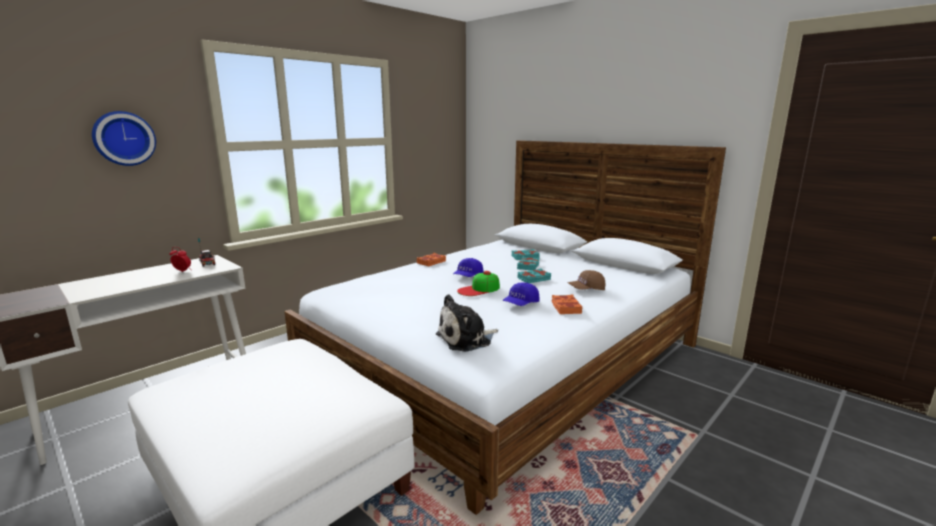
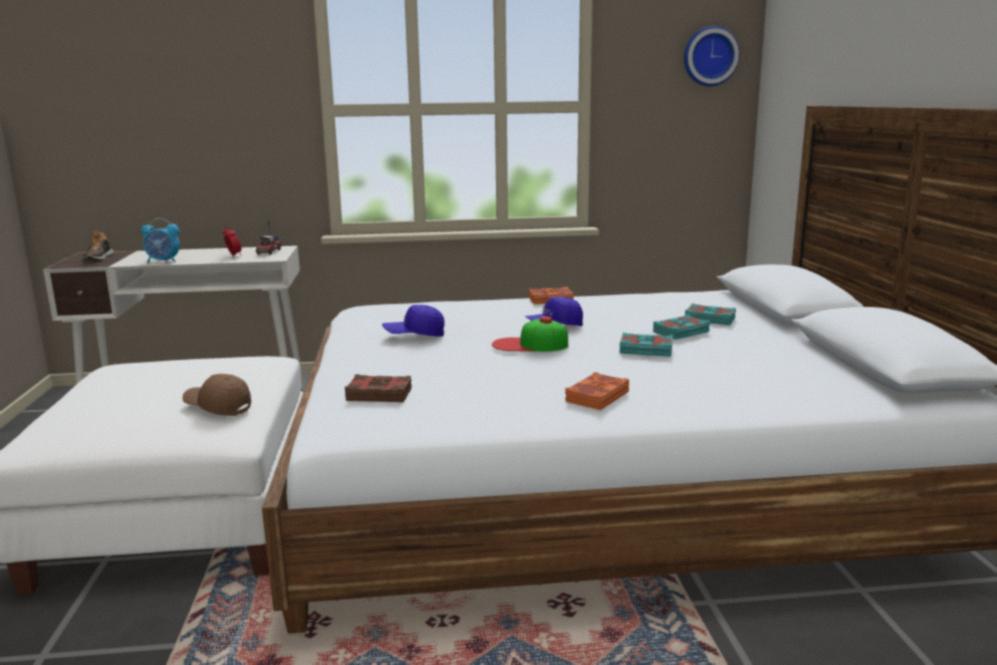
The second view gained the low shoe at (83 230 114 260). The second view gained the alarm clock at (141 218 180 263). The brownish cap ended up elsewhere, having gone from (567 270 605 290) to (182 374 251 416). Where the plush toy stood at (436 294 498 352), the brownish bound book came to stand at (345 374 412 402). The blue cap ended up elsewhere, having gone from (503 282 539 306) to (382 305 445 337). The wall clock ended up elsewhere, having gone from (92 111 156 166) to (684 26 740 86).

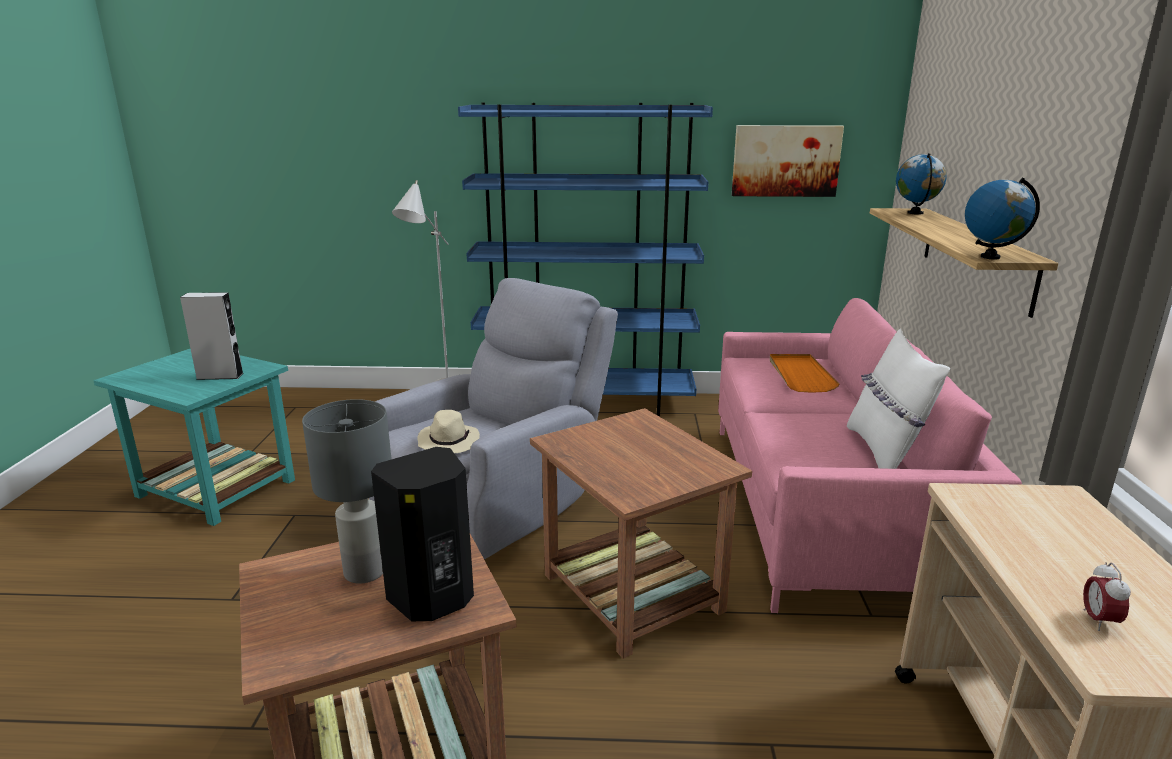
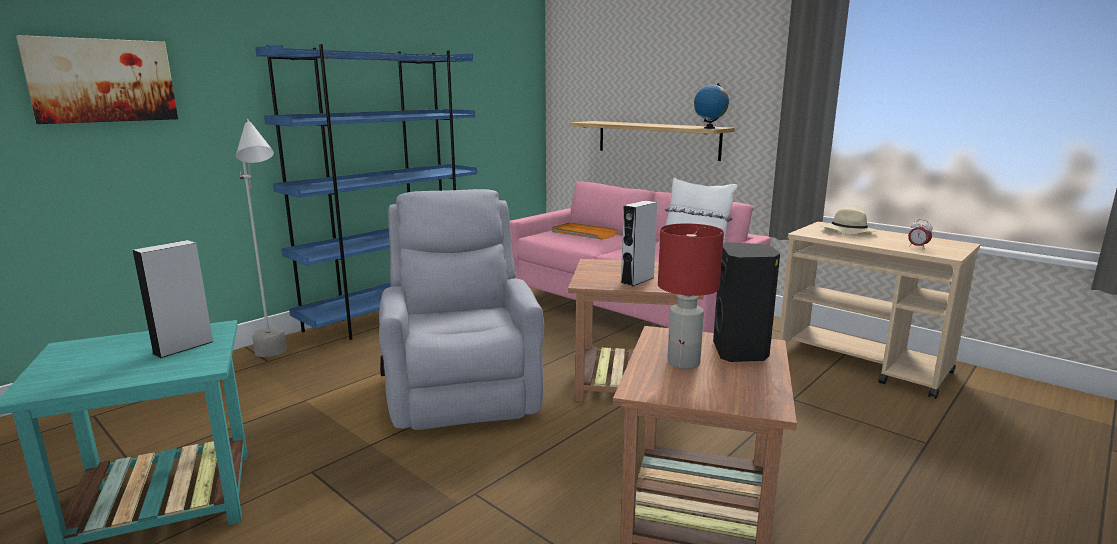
The picture ended up elsewhere, having gone from (732 125 844 197) to (16 35 178 124). The second view gained the grey audio speaker at (621 200 657 286). What was the grey lamp for a table at (302 399 392 584) turned into the red lamp for a table at (658 223 724 369). The sand-coloured wearable hat ended up elsewhere, having gone from (418 410 480 453) to (821 206 878 235). The second view lost the world globe at (896 153 946 214).

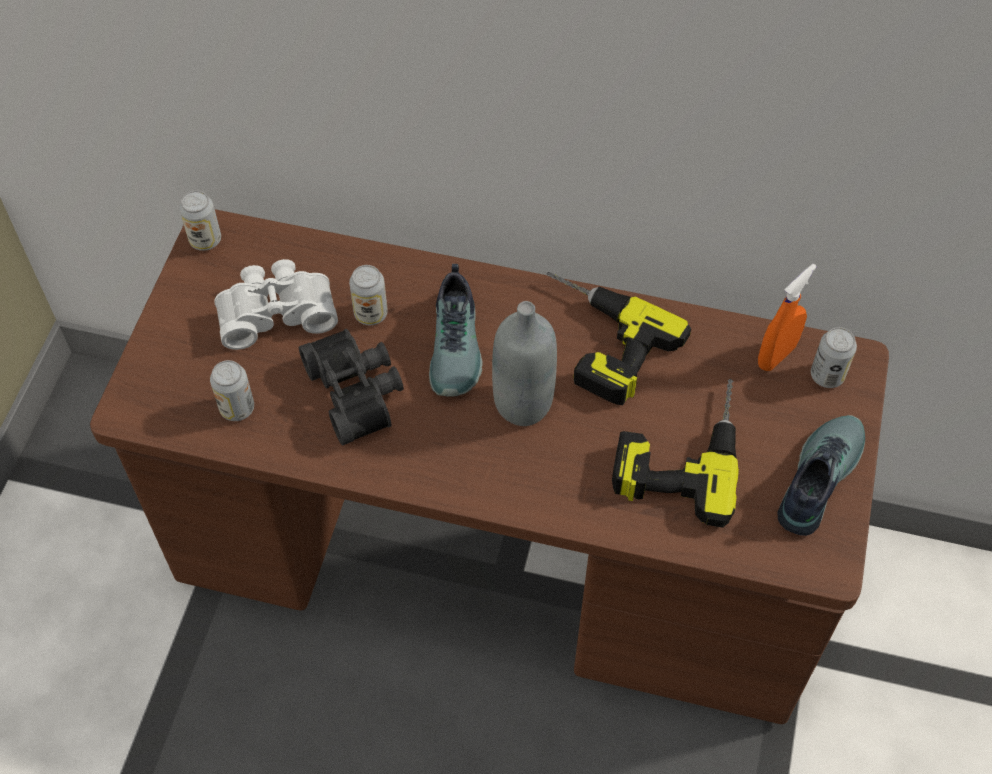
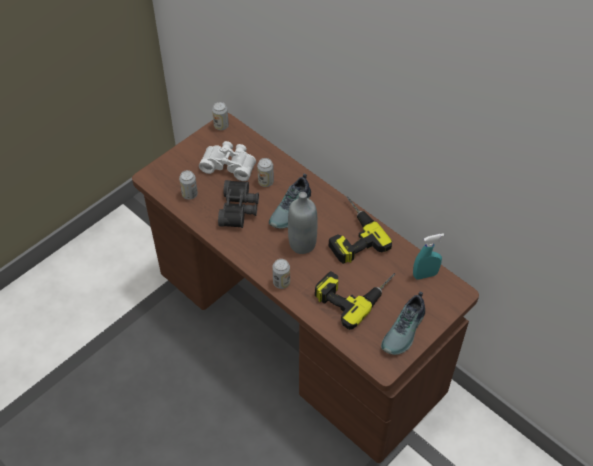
The metal can ended up elsewhere, having gone from (811 327 857 388) to (272 259 290 289). The low shoe at (777 415 865 536) ended up facing another way, 150 degrees clockwise from before. What was the orange sprayer at (758 264 817 371) turned into the turquoise sprayer at (413 233 444 280).

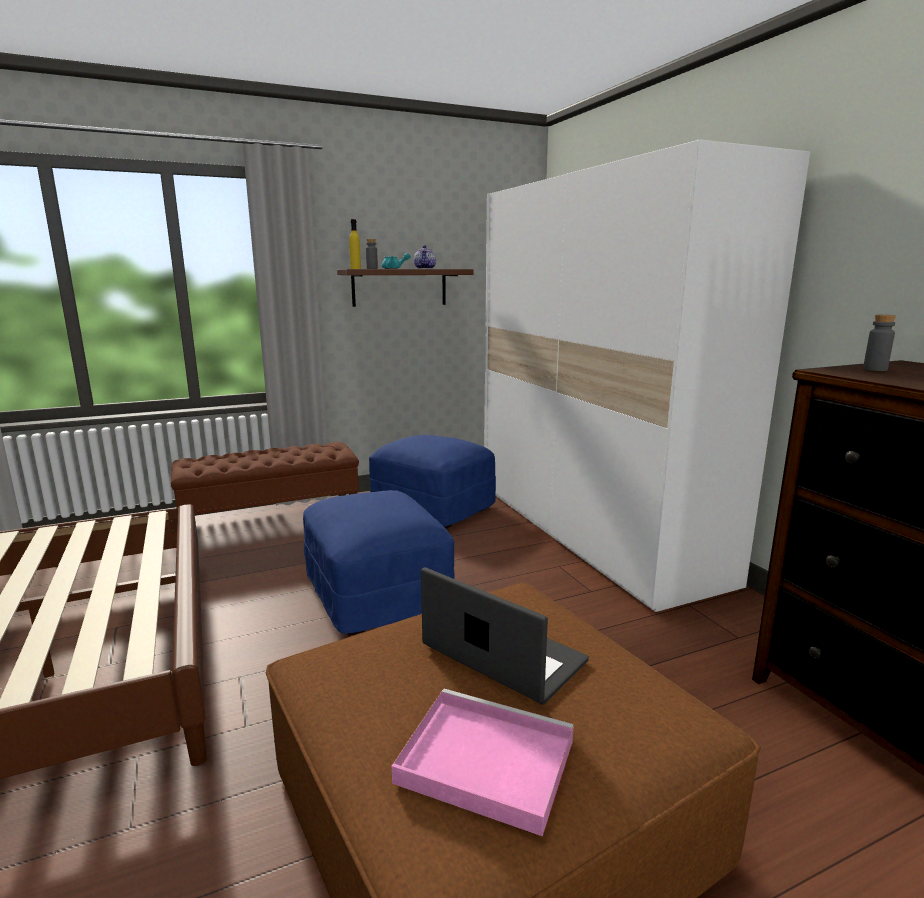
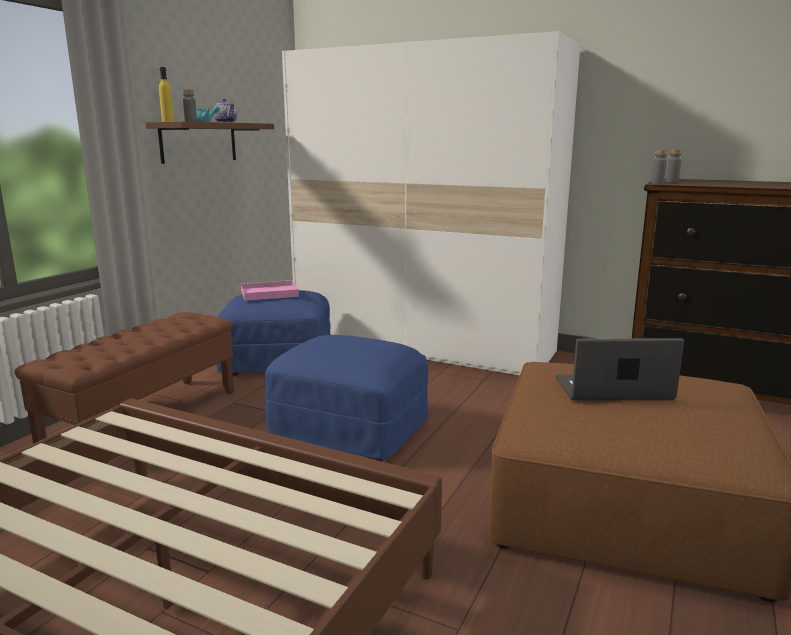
The pink-coloured serving tray ended up elsewhere, having gone from (391 689 574 836) to (241 280 299 301). The second view gained the grey beverage bottle at (651 150 667 184).

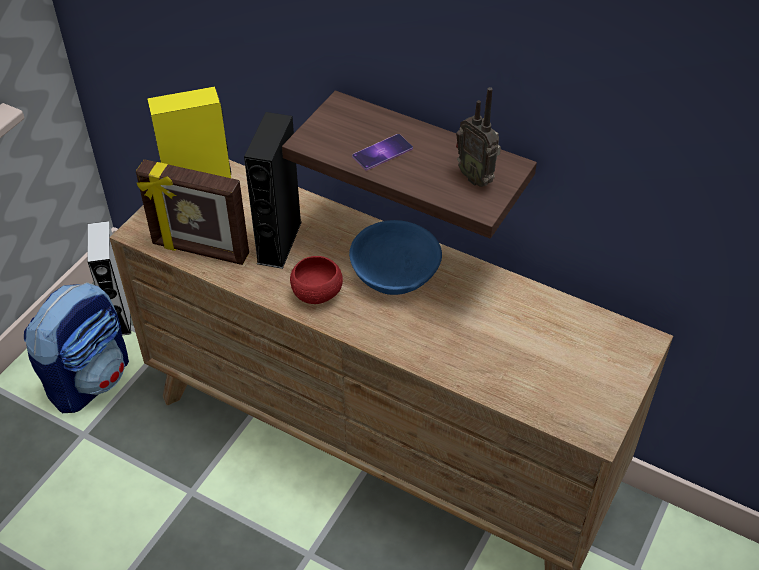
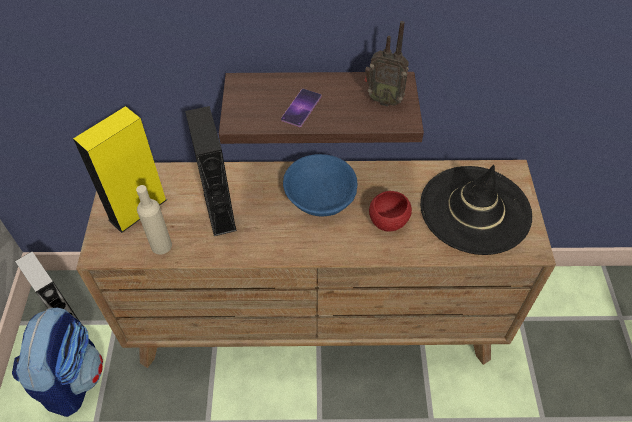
Where the picture frame stood at (136 159 249 265), the sand-coloured beverage bottle came to stand at (136 185 172 255). The red serving bowl ended up elsewhere, having gone from (290 256 343 304) to (369 191 412 232). The second view gained the blackish wearable hat at (420 165 532 255).

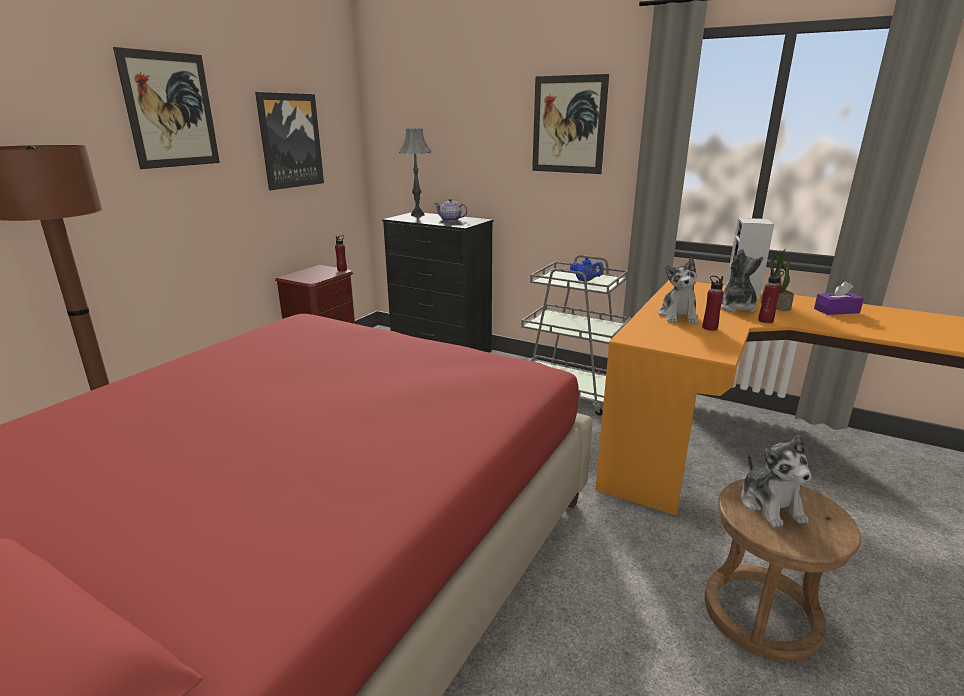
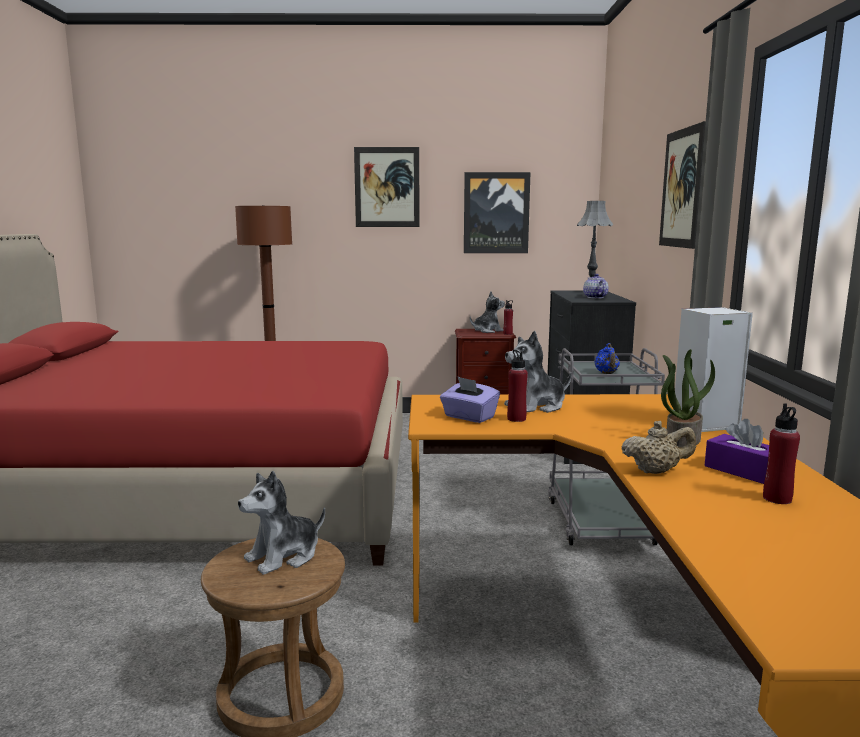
The second view gained the purplish tissue box at (440 376 500 423). The plush toy ended up elsewhere, having gone from (721 249 763 312) to (470 291 505 333). The second view gained the sand-coloured teapot at (622 421 696 474). The red beverage bottle ended up elsewhere, having gone from (758 270 784 323) to (763 403 800 504).

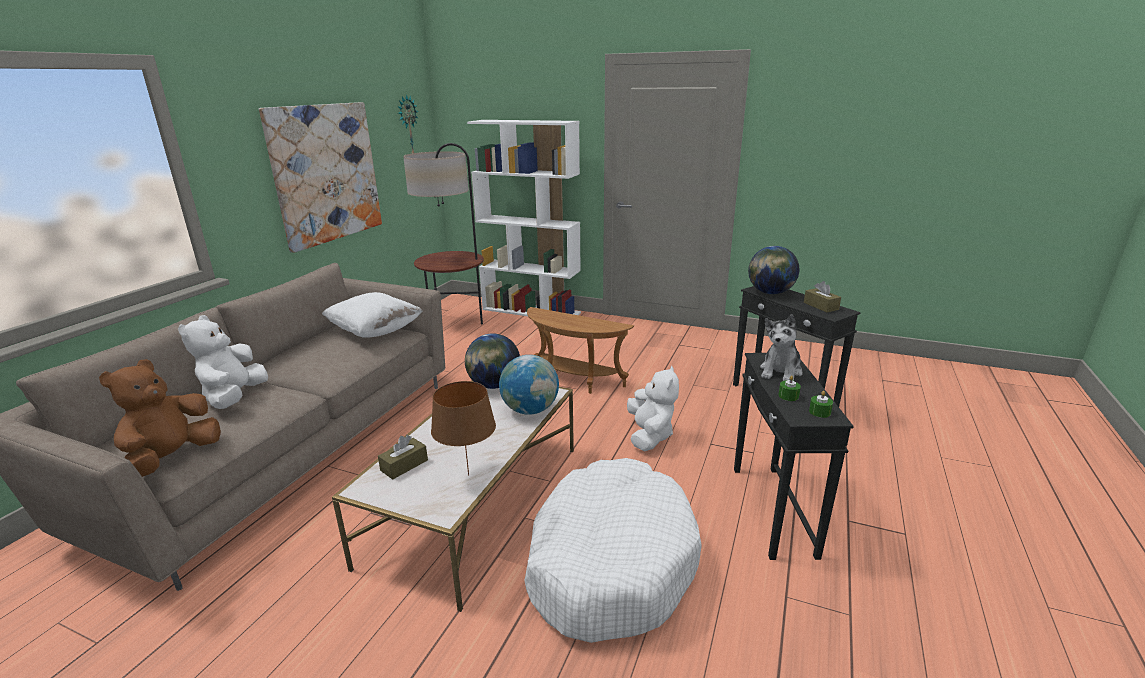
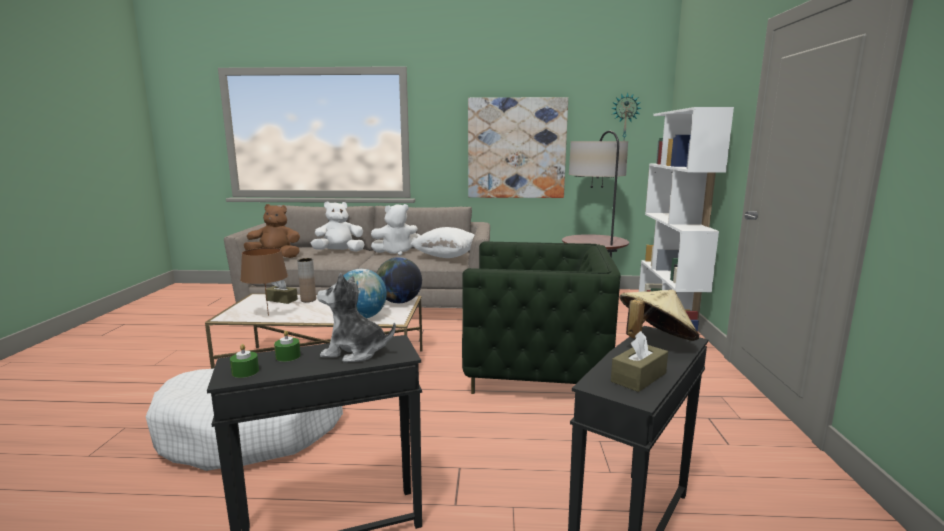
The second view gained the brownish vase at (297 258 316 302). The white plush toy ended up elsewhere, having gone from (627 366 679 451) to (371 204 421 256). Where the brownish end table stood at (527 307 634 394), the greenish lounge chair came to stand at (462 241 620 394). Where the world globe stood at (748 246 799 294), the sand-coloured wearable hat came to stand at (619 290 699 341).

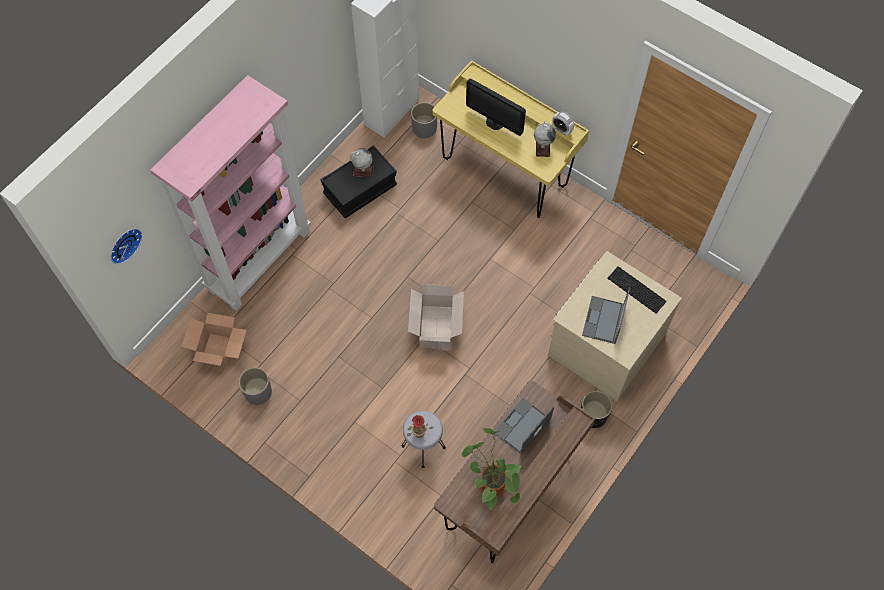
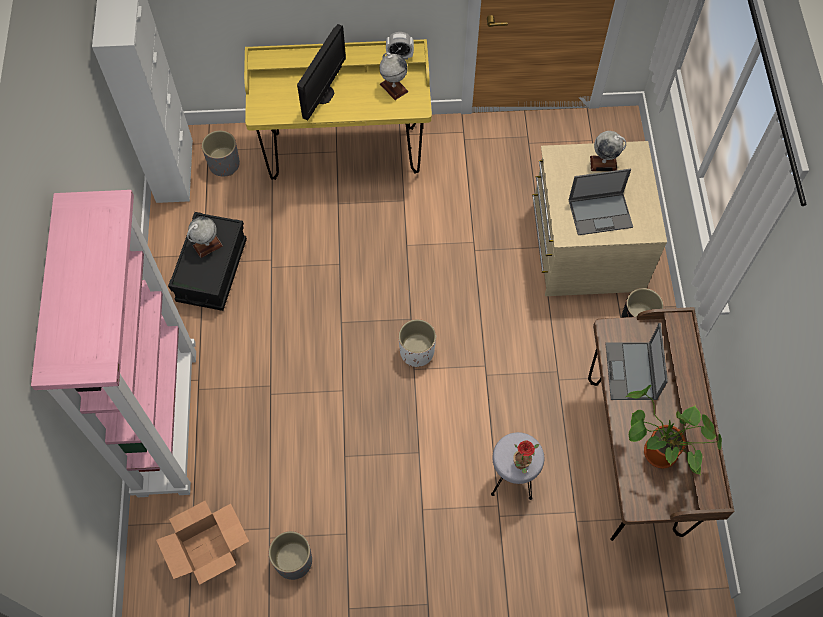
The computer display at (466 79 526 136) ended up facing another way, 60 degrees counterclockwise from before. Where the packing box stood at (408 284 464 349), the white plant pot came to stand at (398 319 436 367). The portable computer at (582 289 630 344) ended up facing another way, 75 degrees counterclockwise from before. Where the keyboard stood at (607 266 667 313), the world globe came to stand at (590 131 626 171). The second view lost the wall clock at (111 228 142 264).

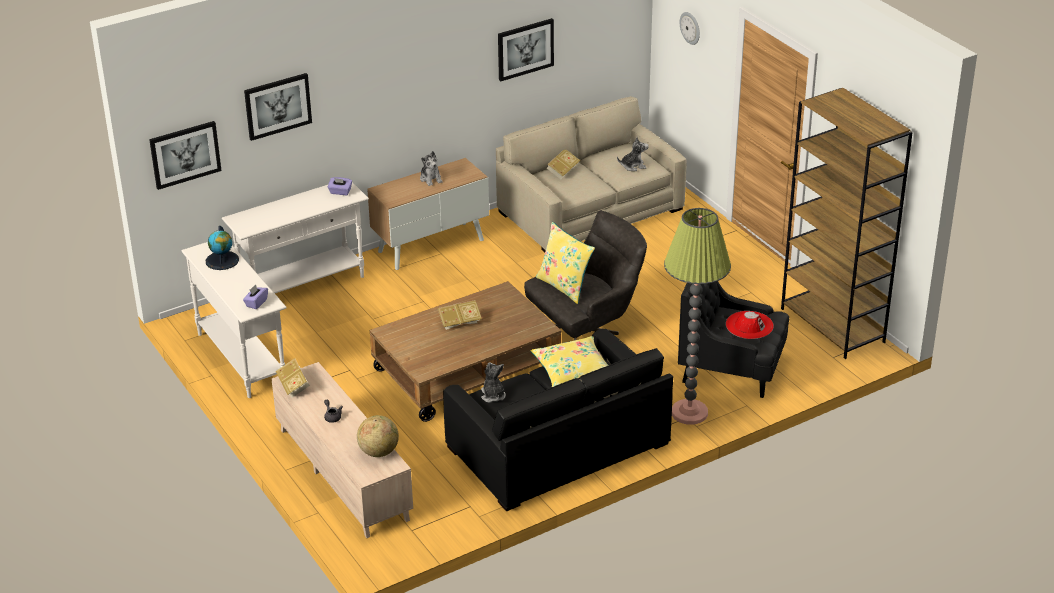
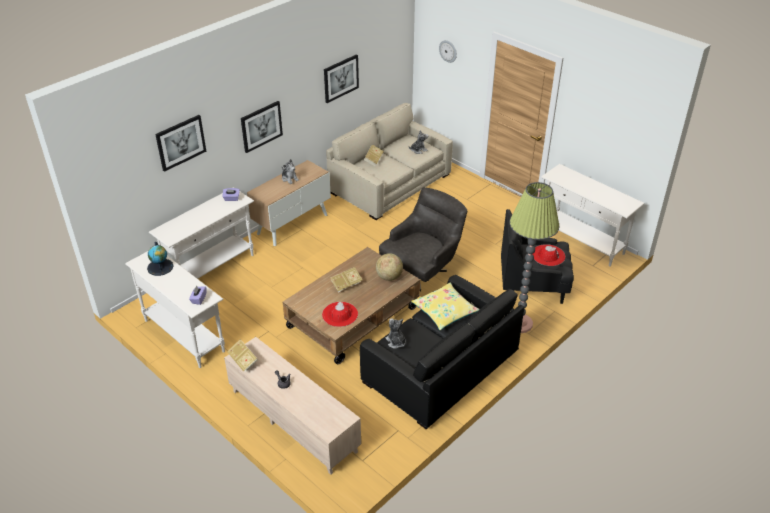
The picture ended up elsewhere, having gone from (149 121 222 190) to (241 101 283 153). The second view gained the red wearable hat at (322 302 358 327). The world globe ended up elsewhere, having gone from (357 415 399 457) to (376 253 403 281). Where the brownish bookshelf stood at (781 88 913 359), the white console table came to stand at (541 164 645 267). The second view lost the yellow-coloured cushion at (536 222 595 304).

